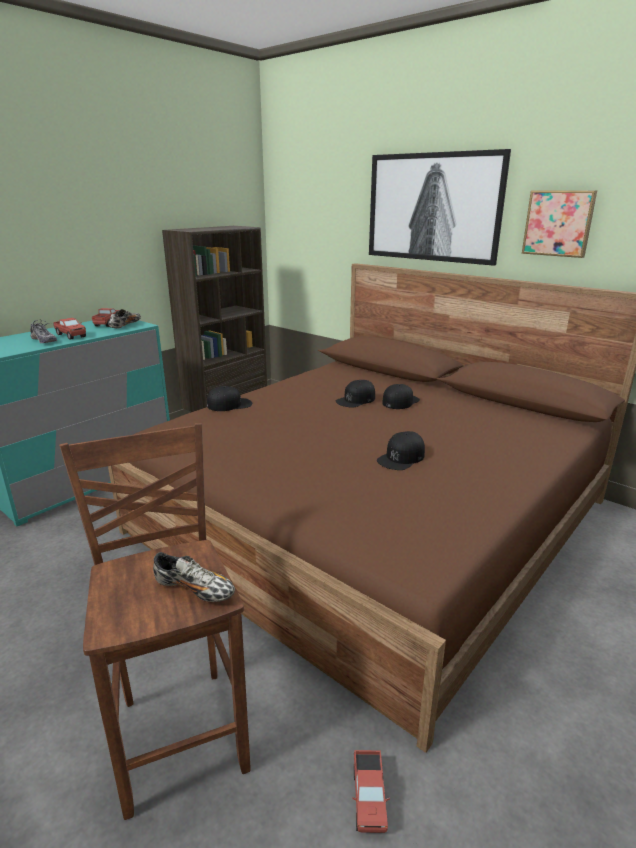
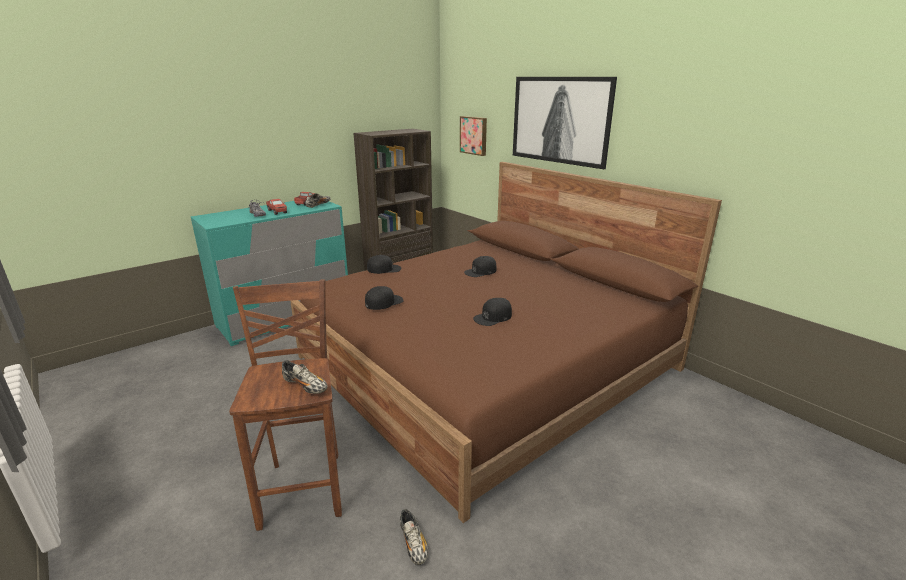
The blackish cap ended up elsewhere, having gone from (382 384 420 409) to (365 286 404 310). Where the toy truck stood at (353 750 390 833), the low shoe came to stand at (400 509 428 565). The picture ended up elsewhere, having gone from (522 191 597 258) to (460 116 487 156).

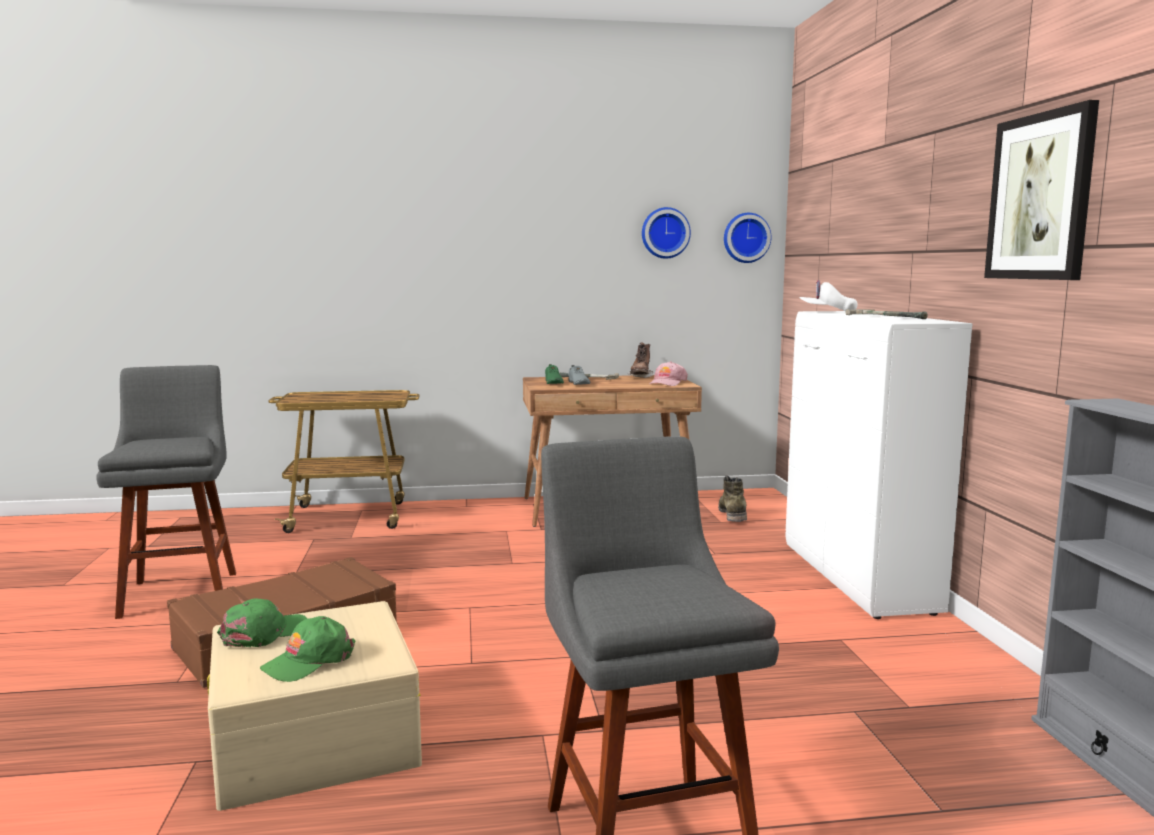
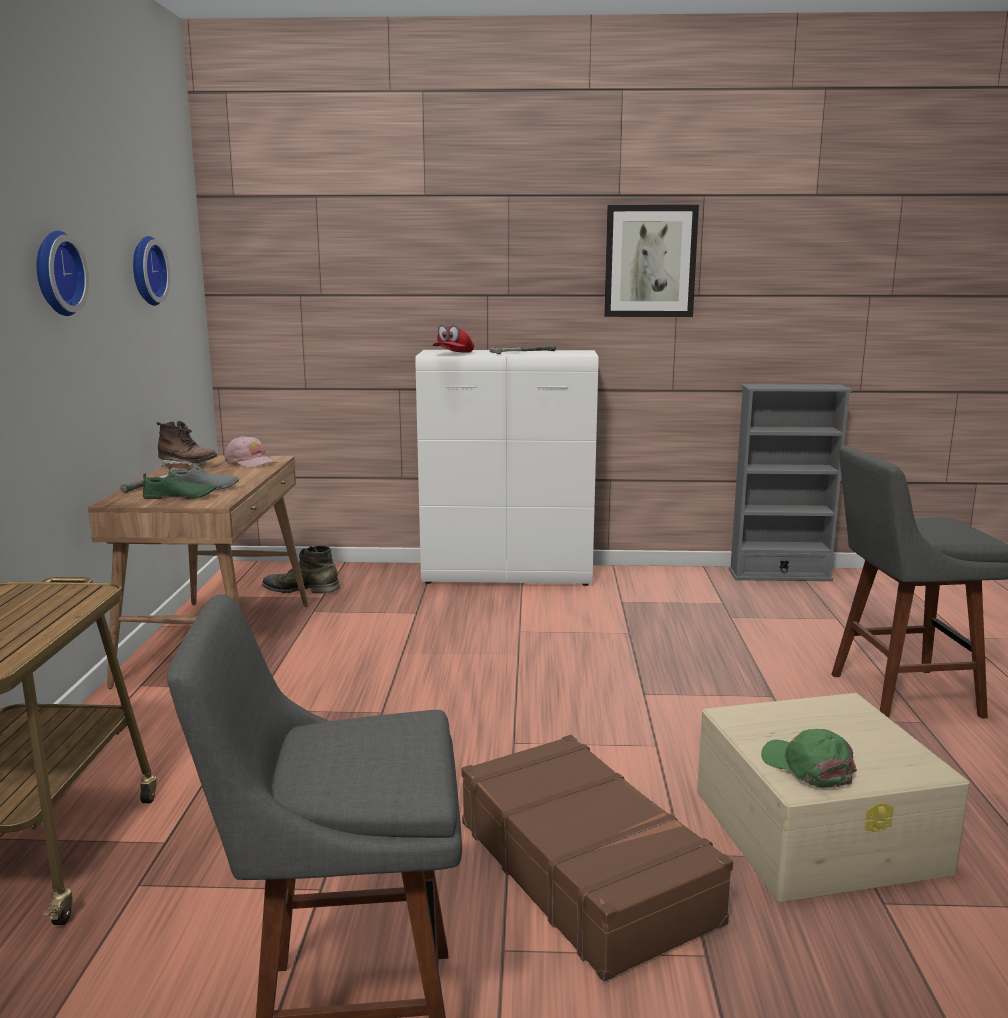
The wall clock ended up elsewhere, having gone from (724 213 771 263) to (36 231 89 316). What was the white cap at (799 280 857 311) turned into the red cap at (433 324 474 353). The second view lost the greenish cap at (260 616 355 682).

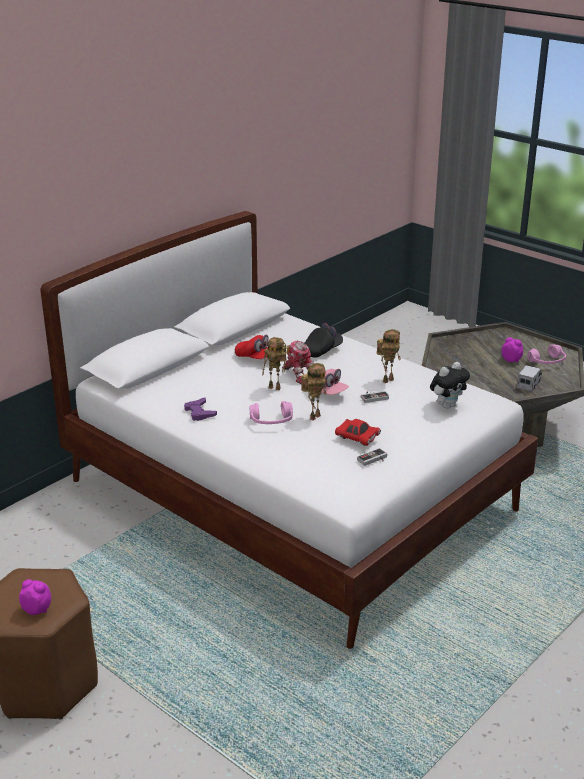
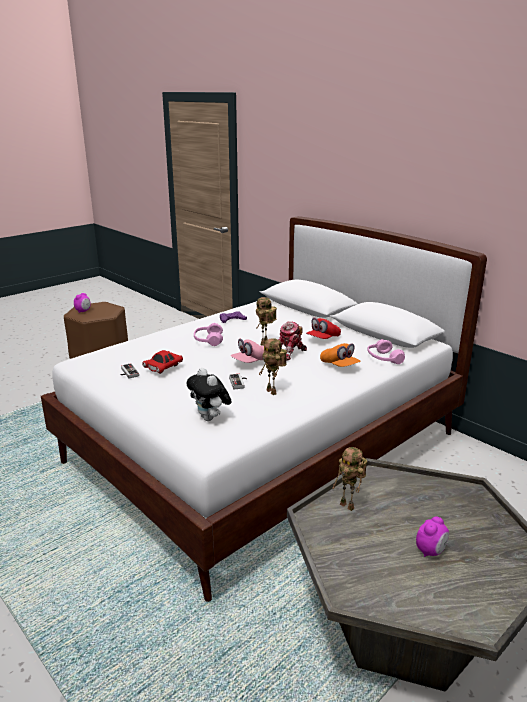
What was the blackish cap at (304 323 343 358) turned into the orange cap at (320 343 360 367). The model robot ended up elsewhere, having gone from (301 363 327 421) to (333 447 367 511). The pink-coloured pair of headphones ended up elsewhere, having gone from (527 344 566 364) to (367 339 405 364). The second view lost the toy truck at (517 365 542 391).

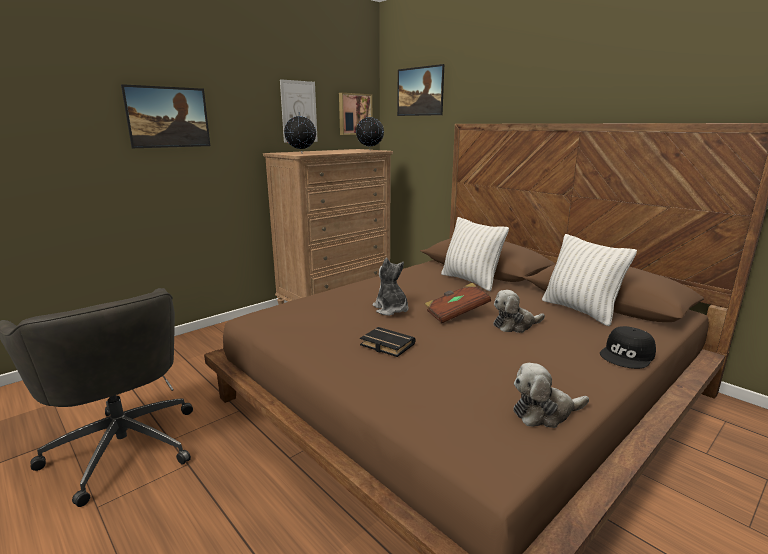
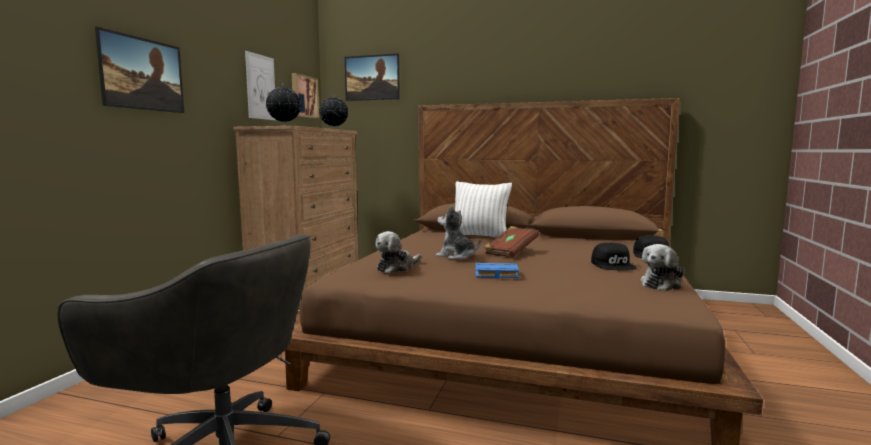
The plush toy ended up elsewhere, having gone from (493 290 545 333) to (375 231 421 273). What was the blackish bound book at (360 327 416 357) turned into the blue bound book at (476 263 519 279). The second view gained the blackish cap at (591 242 637 271). The second view lost the white cushion at (542 234 637 326).

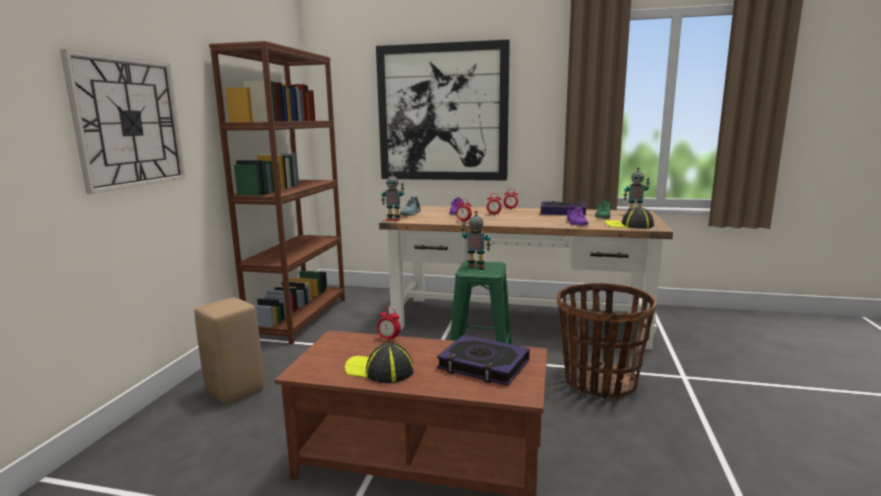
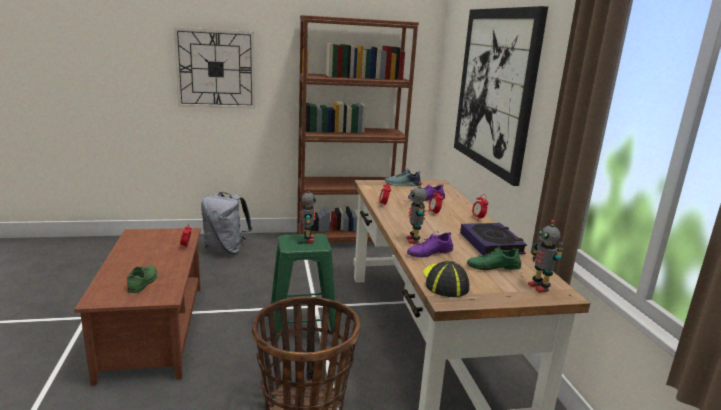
Where the bound book stood at (437 335 530 386), the greenish low shoe came to stand at (127 266 157 293). Where the sand-coloured stool stood at (194 298 264 404), the grey backpack came to stand at (201 192 252 254). The model robot ended up elsewhere, having gone from (381 172 405 221) to (406 182 427 244). The second view lost the cap at (345 343 414 383).

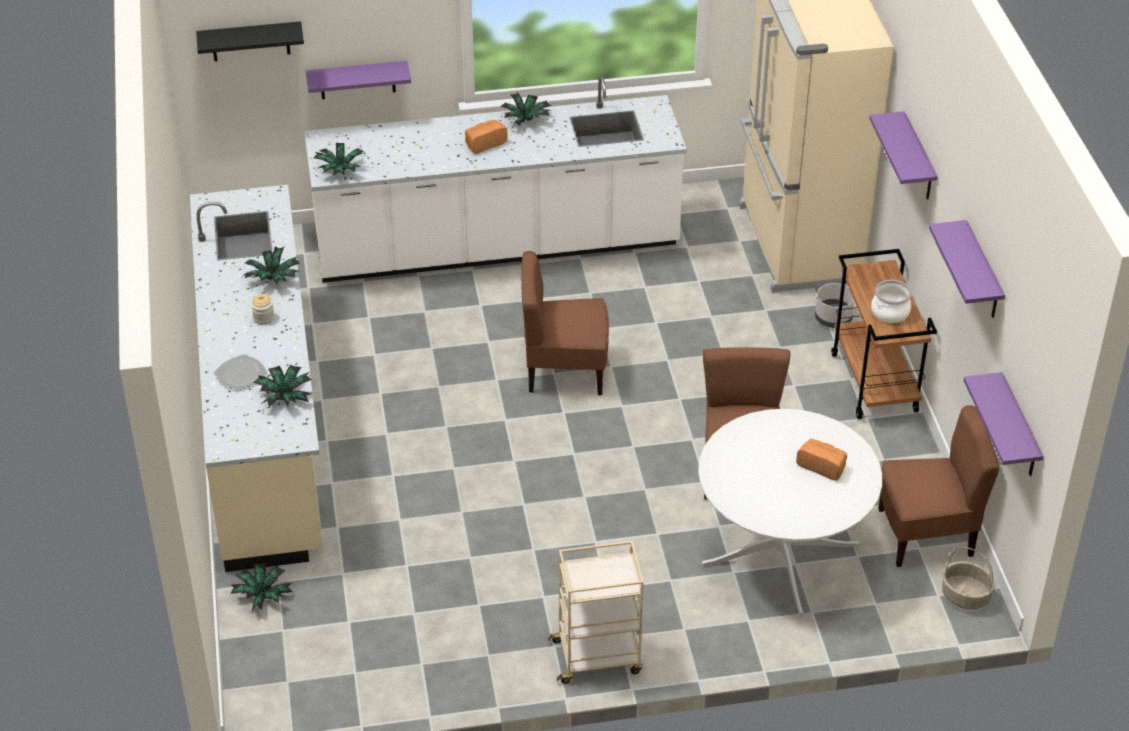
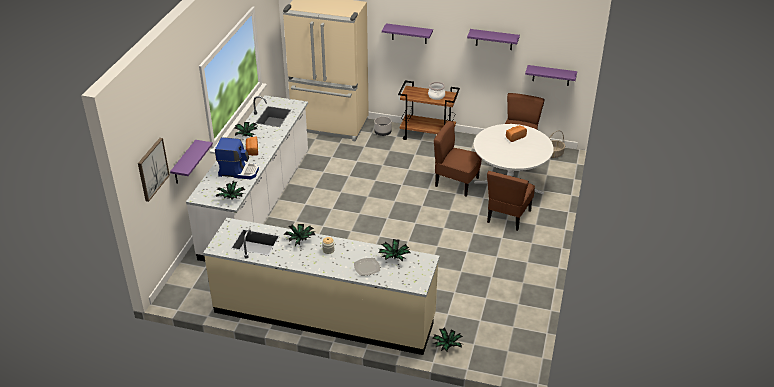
Where the blackish bracket shelf hung at (196 21 304 61), the picture came to hang at (138 138 170 202). The second view gained the coffee maker at (215 137 259 179). The brownish upright chair ended up elsewhere, having gone from (521 251 609 395) to (487 171 535 231). The second view lost the sand-coloured trolley at (548 541 644 684).

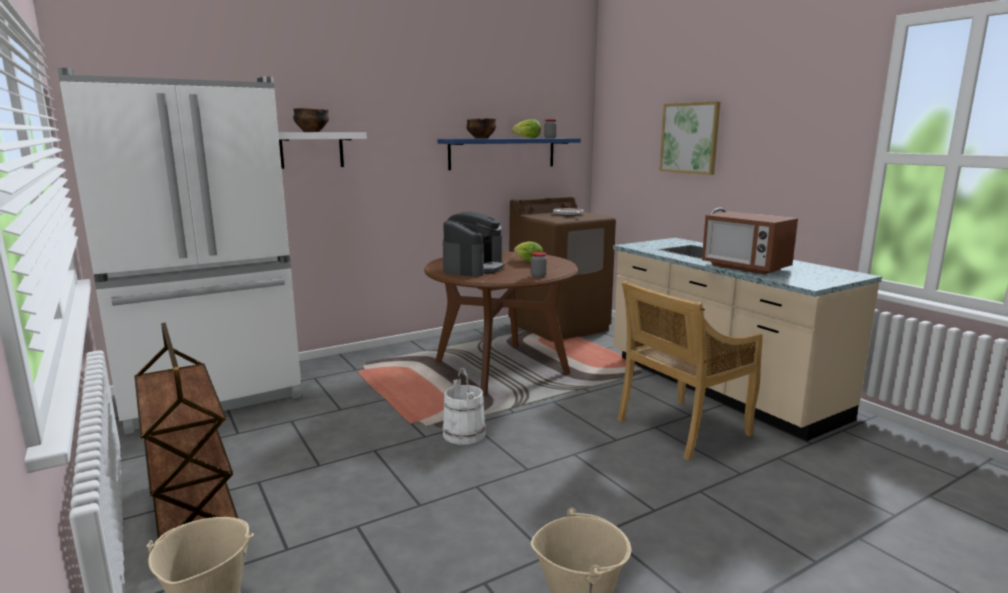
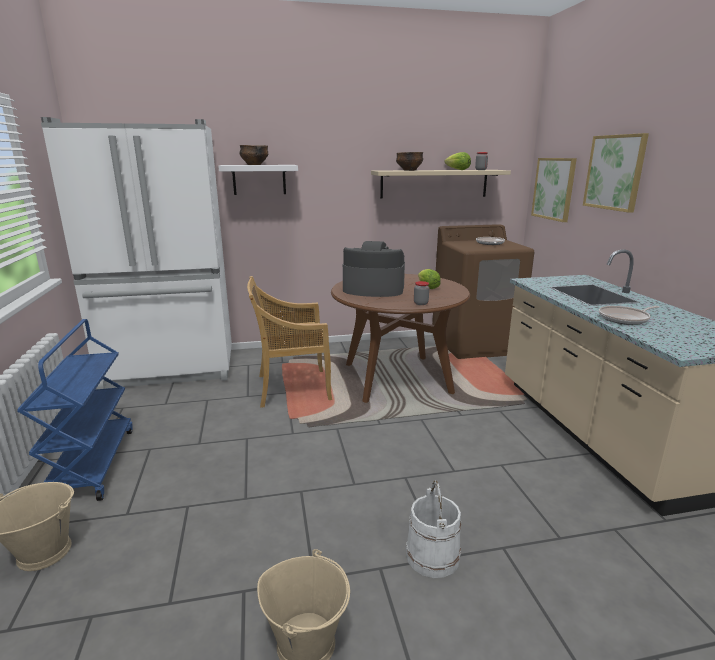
What was the brownish trolley at (134 323 238 541) turned into the blue trolley at (17 319 133 501). The sand-coloured upright chair ended up elsewhere, having gone from (617 281 763 460) to (247 276 332 408). The coffee maker at (443 212 505 277) ended up facing another way, 120 degrees counterclockwise from before. What was the blue bracket shelf at (437 138 581 170) turned into the sand-coloured bracket shelf at (371 170 511 199). The white bucket ended up elsewhere, having gone from (442 368 486 445) to (406 481 461 578). The second view gained the picture at (531 158 577 222). Where the microwave stood at (702 211 798 274), the skillet came to stand at (599 306 659 325).

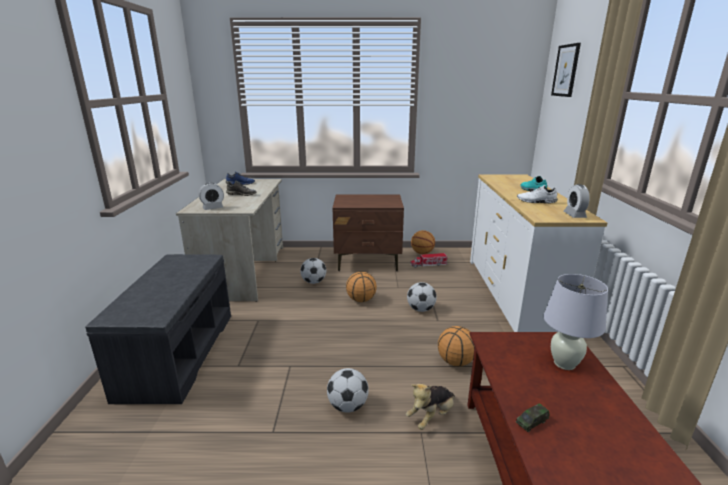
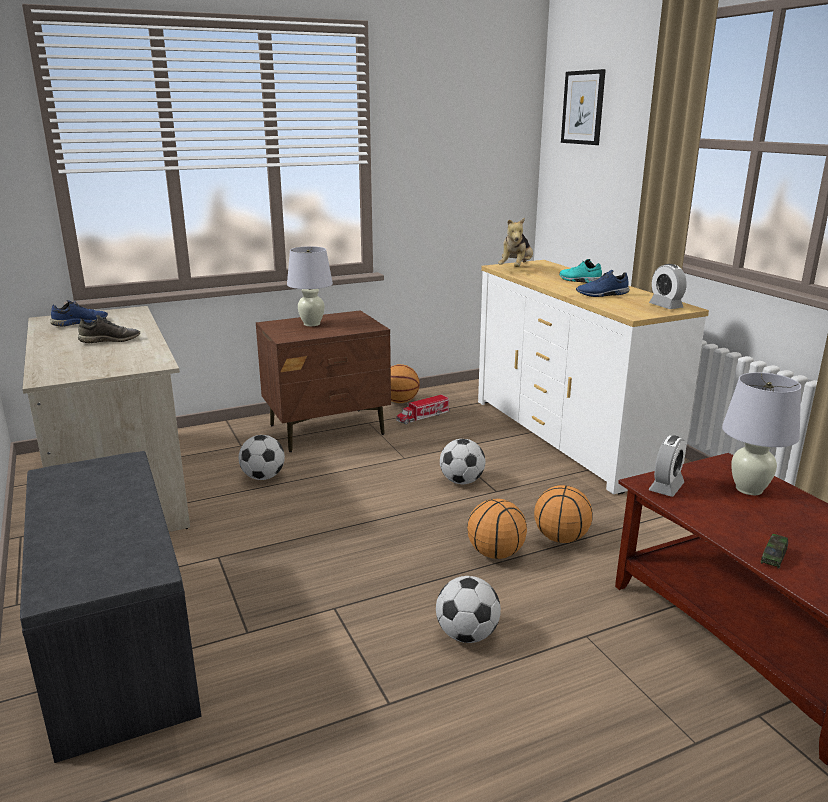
The second view gained the white lamp for a table at (287 246 333 326). The basketball ball ended up elsewhere, having gone from (346 272 377 302) to (467 499 527 559). The plush toy ended up elsewhere, having gone from (406 384 455 430) to (498 218 533 267). What was the white low shoe at (517 185 558 203) turned into the blue low shoe at (576 270 630 297). The alarm clock ended up elsewhere, having gone from (199 183 224 210) to (648 435 686 497).

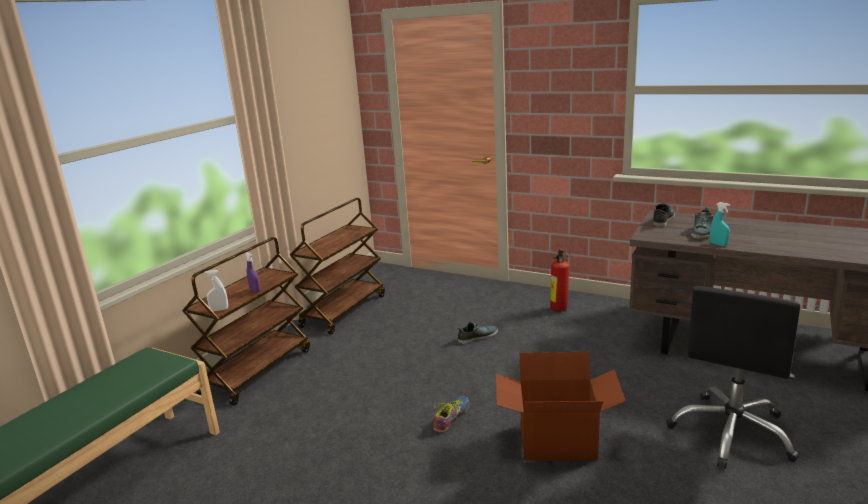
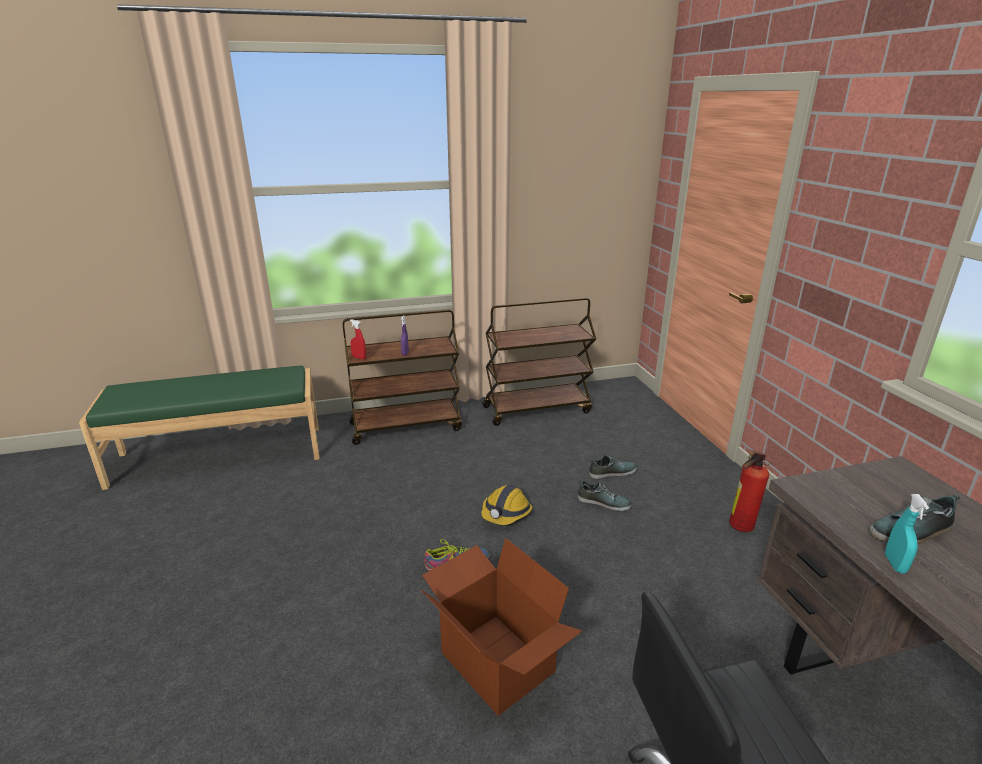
What was the white sprayer at (204 270 228 311) turned into the red sprayer at (350 319 366 360). The second view gained the work helmet at (481 485 532 525). The low shoe ended up elsewhere, having gone from (653 203 675 227) to (589 455 637 479).

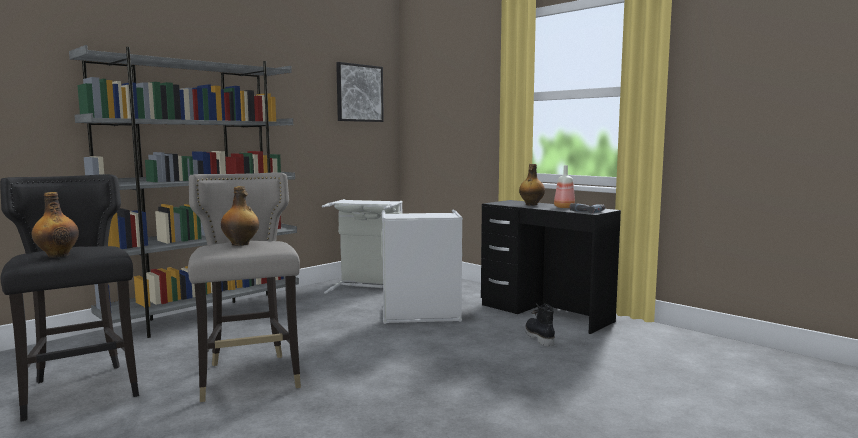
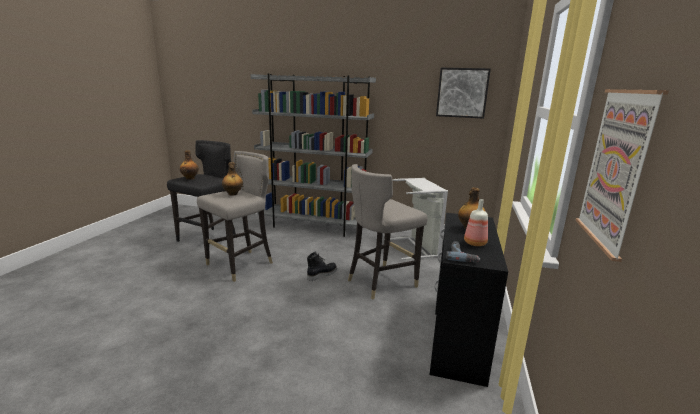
The blackish boot ended up elsewhere, having gone from (525 303 555 347) to (307 251 337 281). Where the grey hamper stood at (381 210 463 324), the grey stool came to stand at (348 164 428 299). The second view gained the picture at (575 89 669 262).

